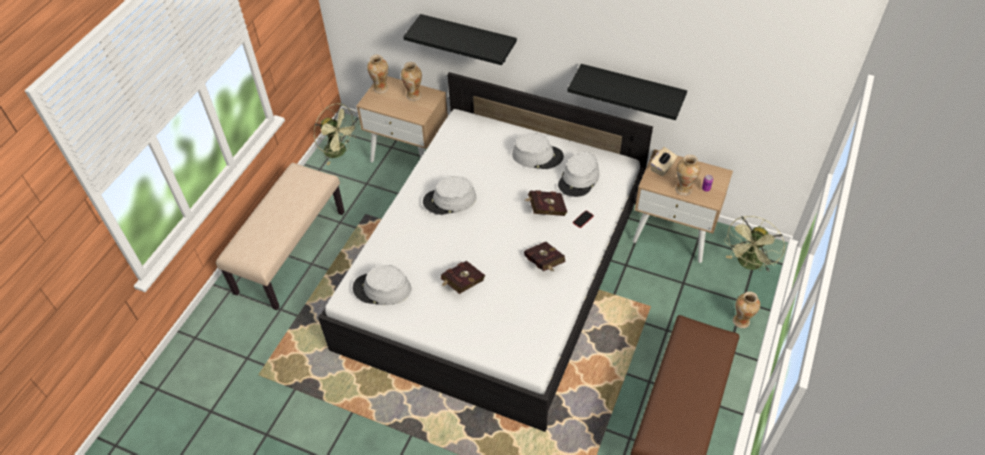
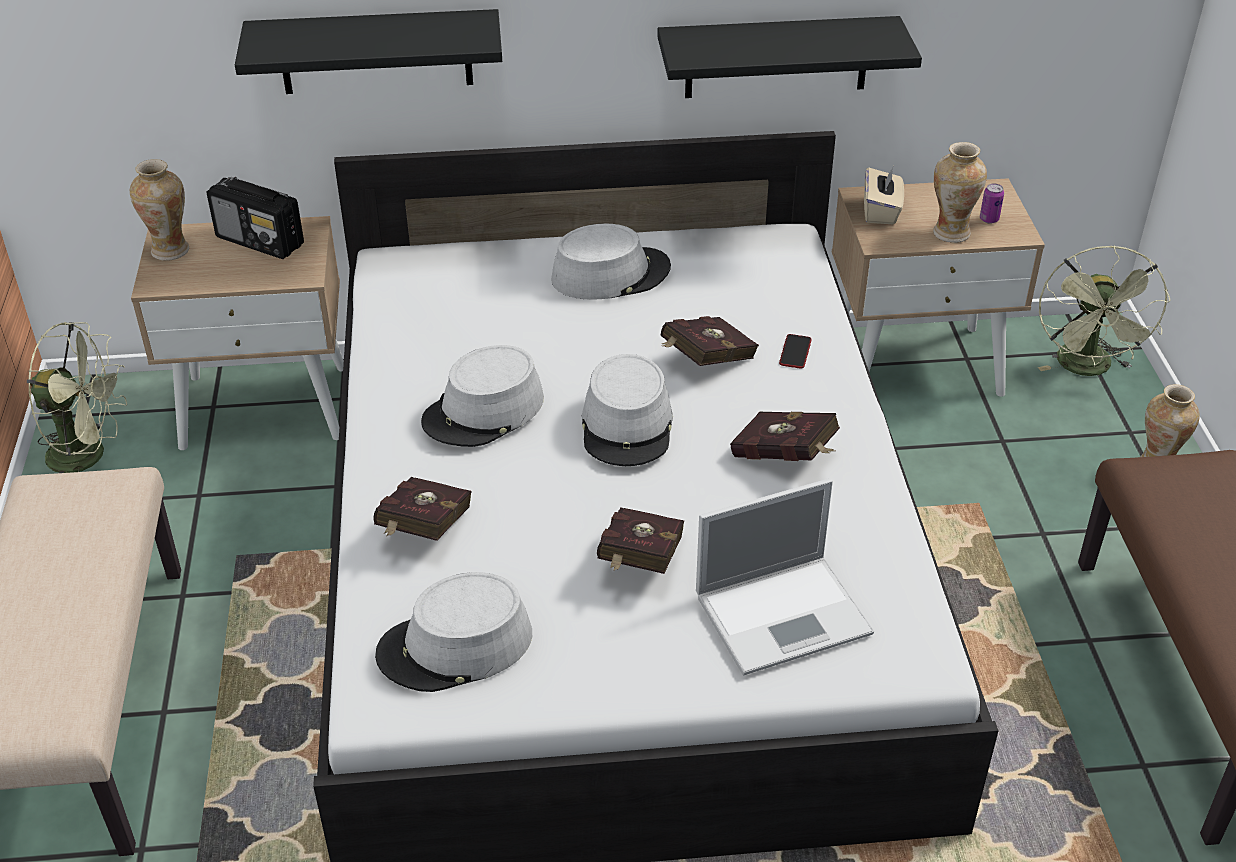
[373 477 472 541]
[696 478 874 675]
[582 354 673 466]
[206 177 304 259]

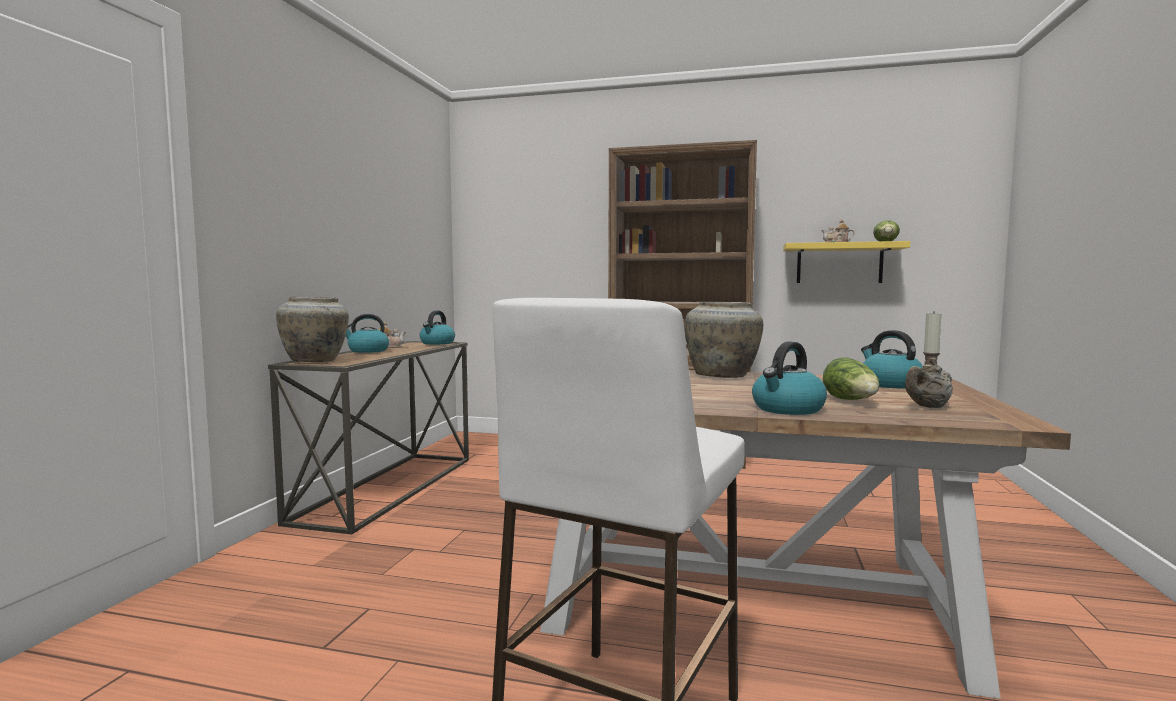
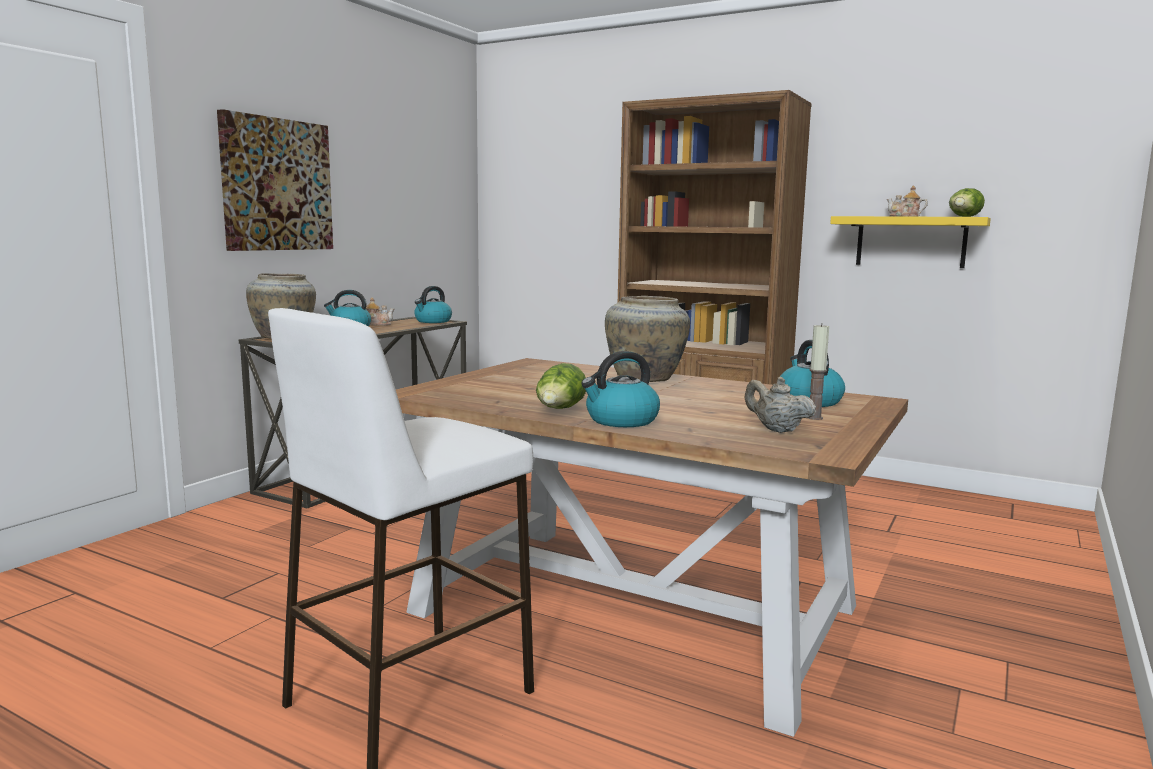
[217 109 333 251]
[536 363 586 409]
[745 377 816 433]

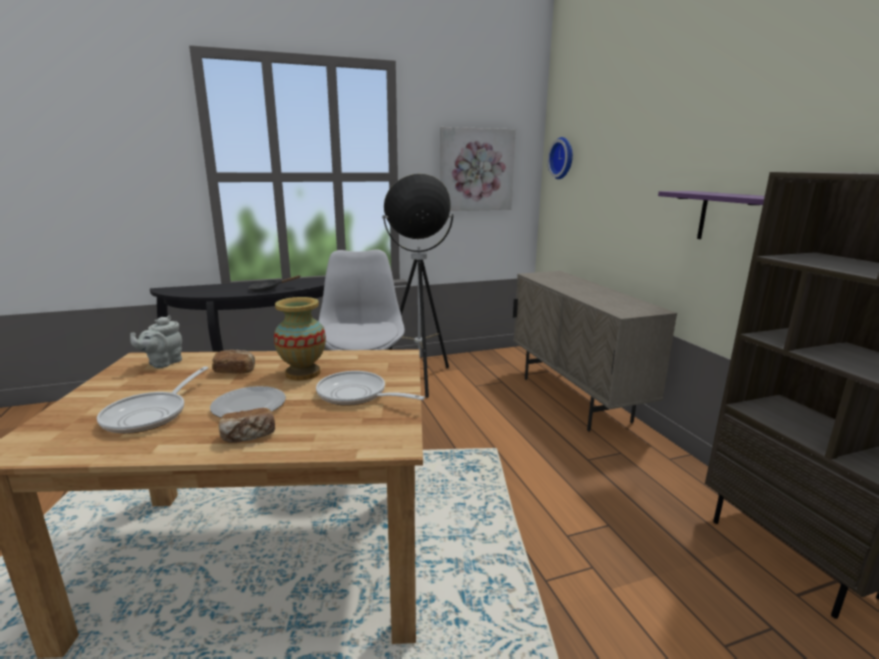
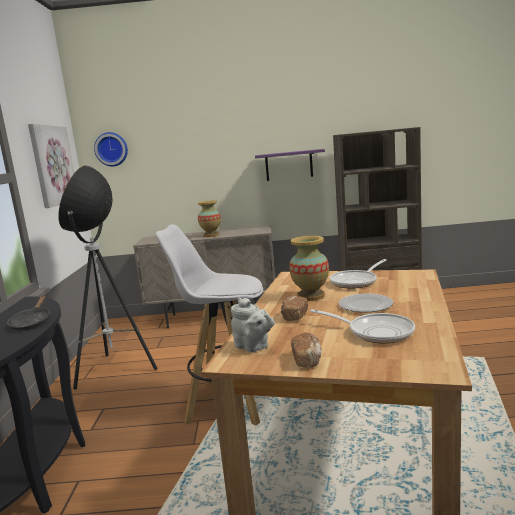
[198 200 221 237]
[291 332 322 368]

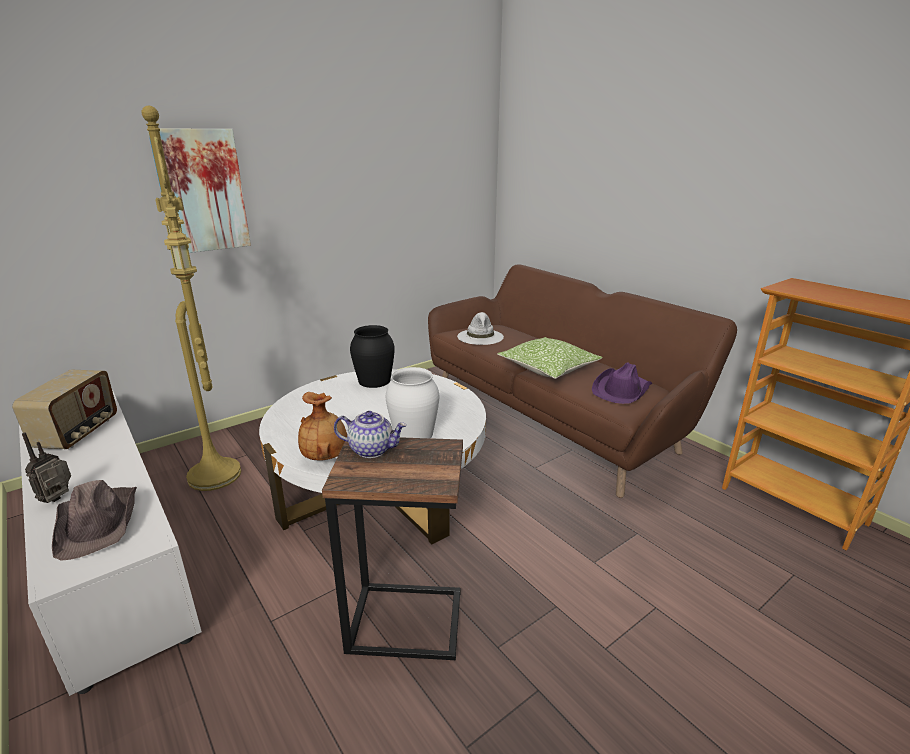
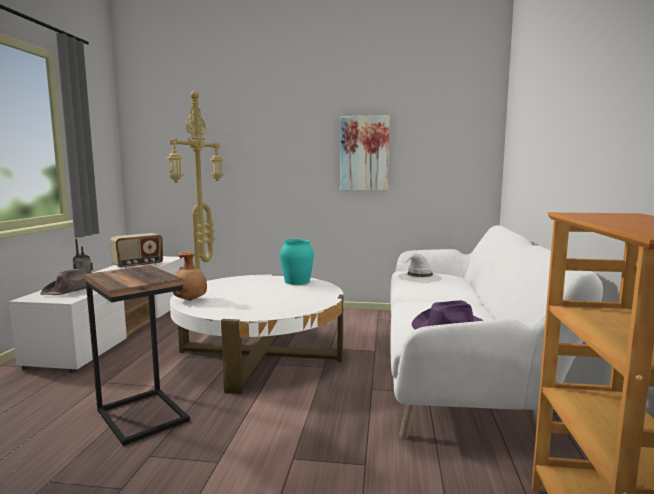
[334 411 407 458] (first image)
[386 367 439 438] (first image)
[497 337 603 379] (first image)
[340 115 389 191]
[280 239 314 285]
[391 225 603 441]

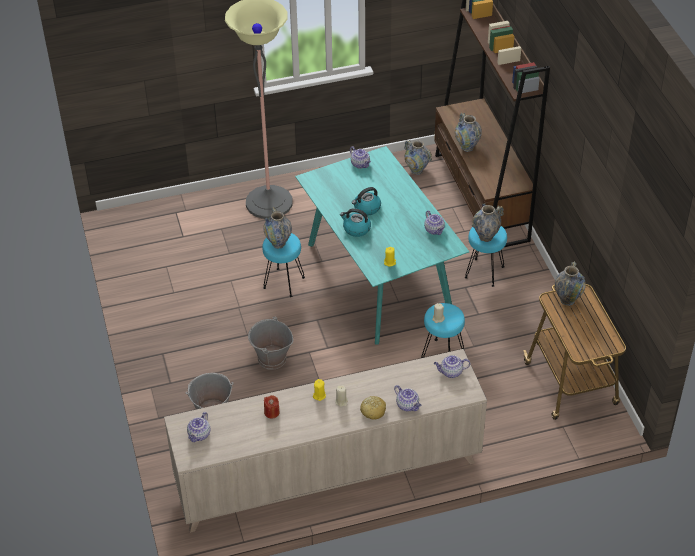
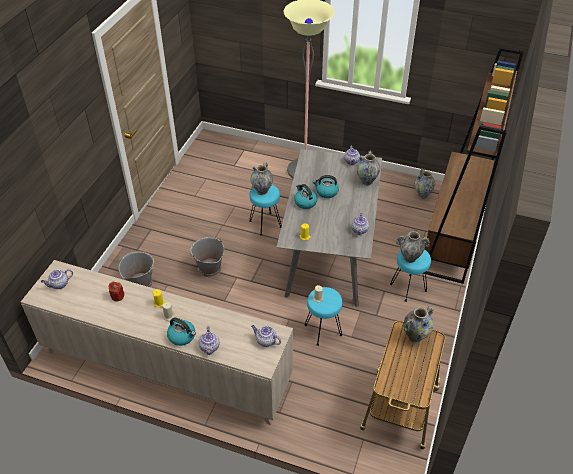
[356 150 380 186]
[167 318 196 346]
[276 149 382 307]

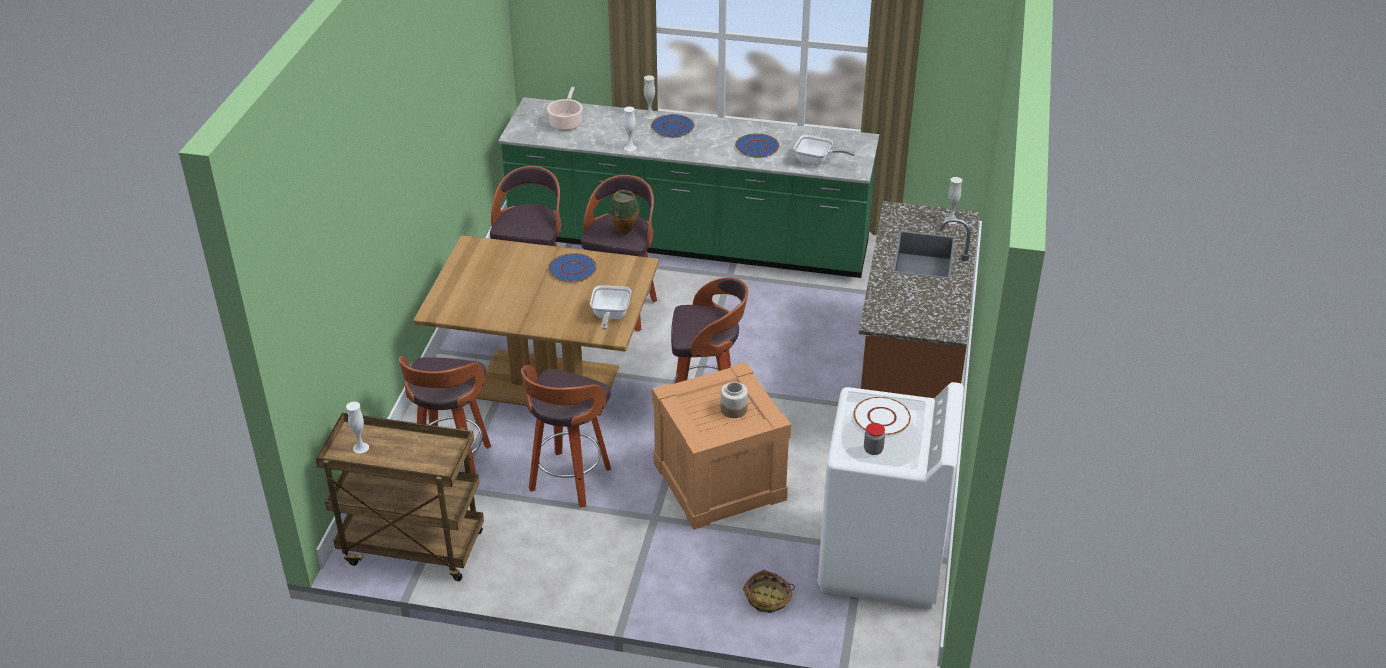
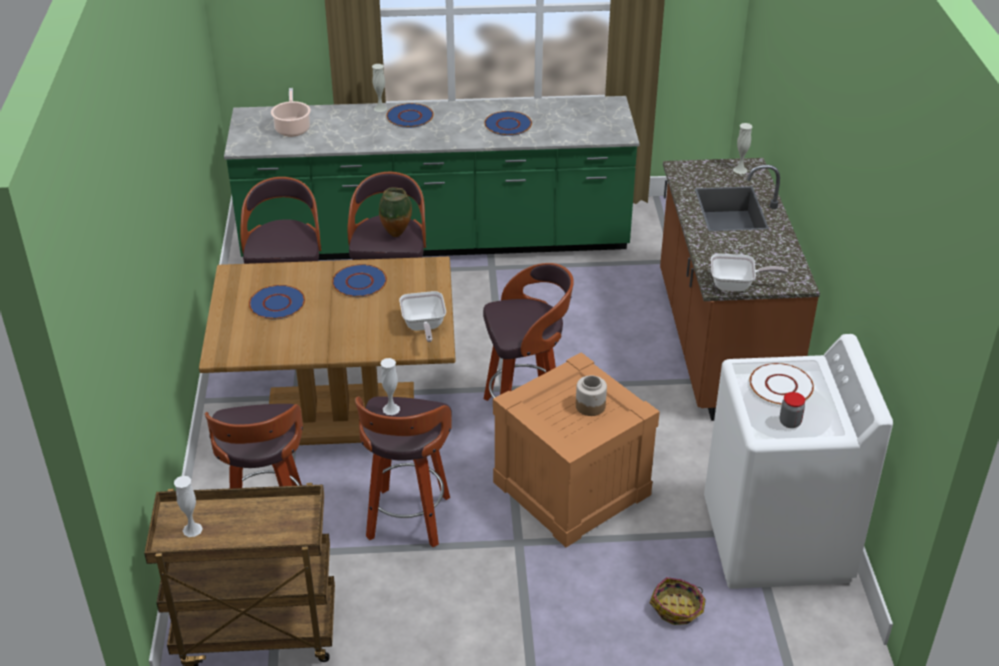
[249 285 305 319]
[380 358 400 415]
[711 254 788 291]

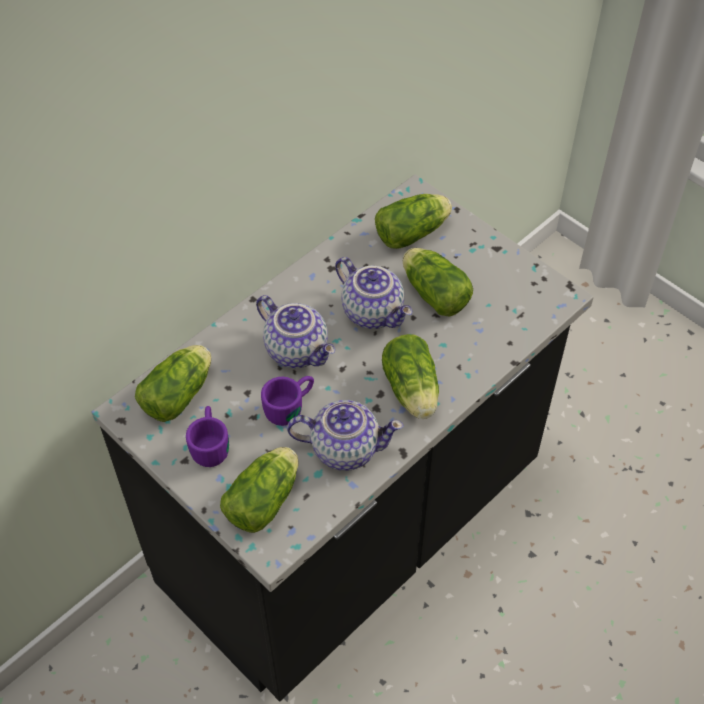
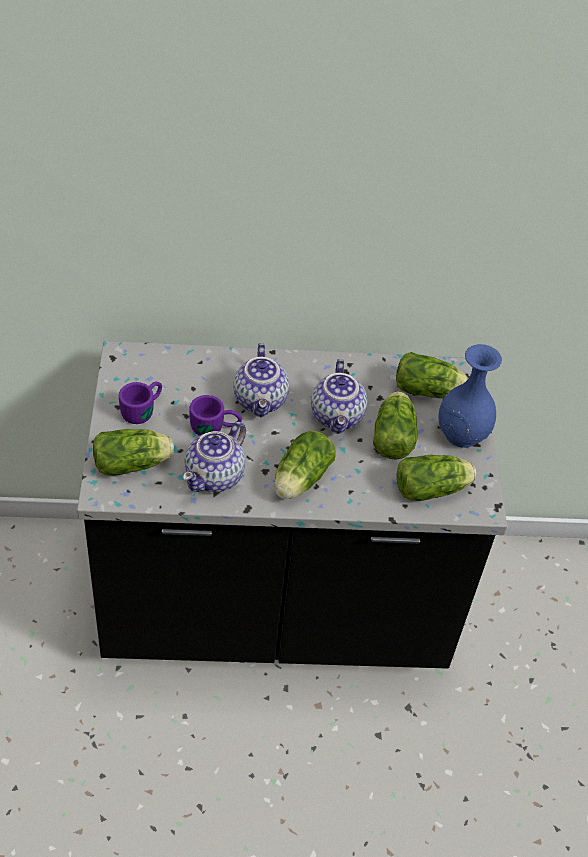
[438 344 502 448]
[397 455 476 501]
[183 422 246 492]

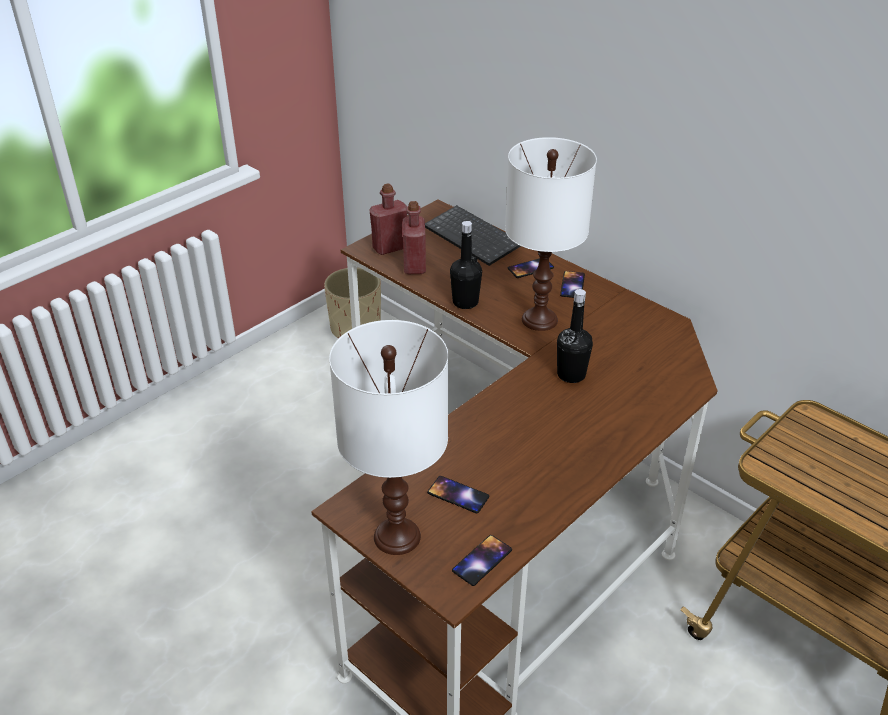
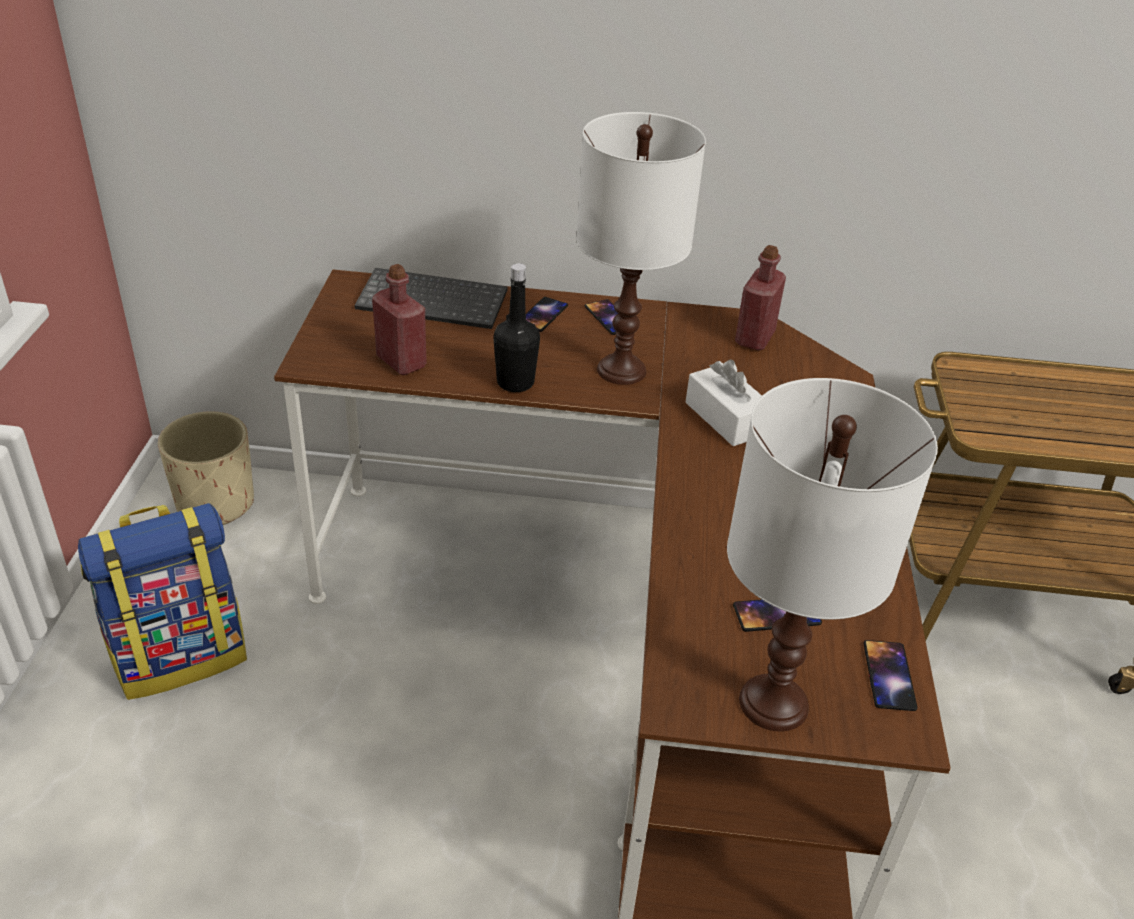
[78 503 247 700]
[735 245 786 351]
[685 359 762 446]

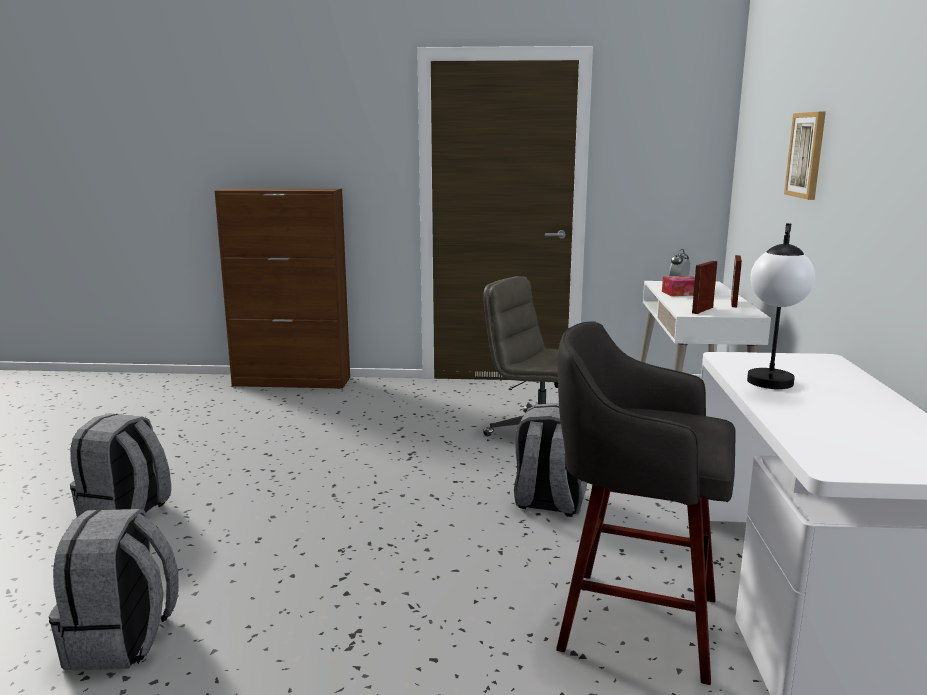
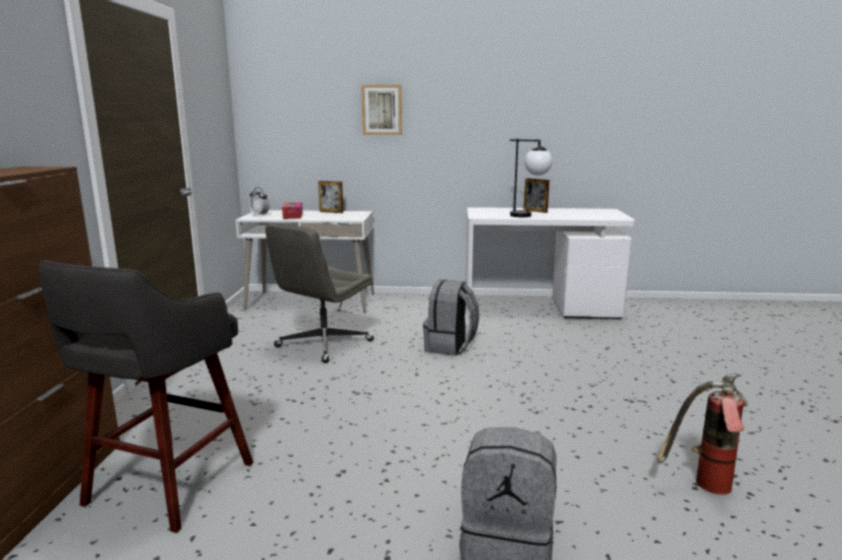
[38 260 254 533]
[524 178 550 213]
[657 373 748 495]

